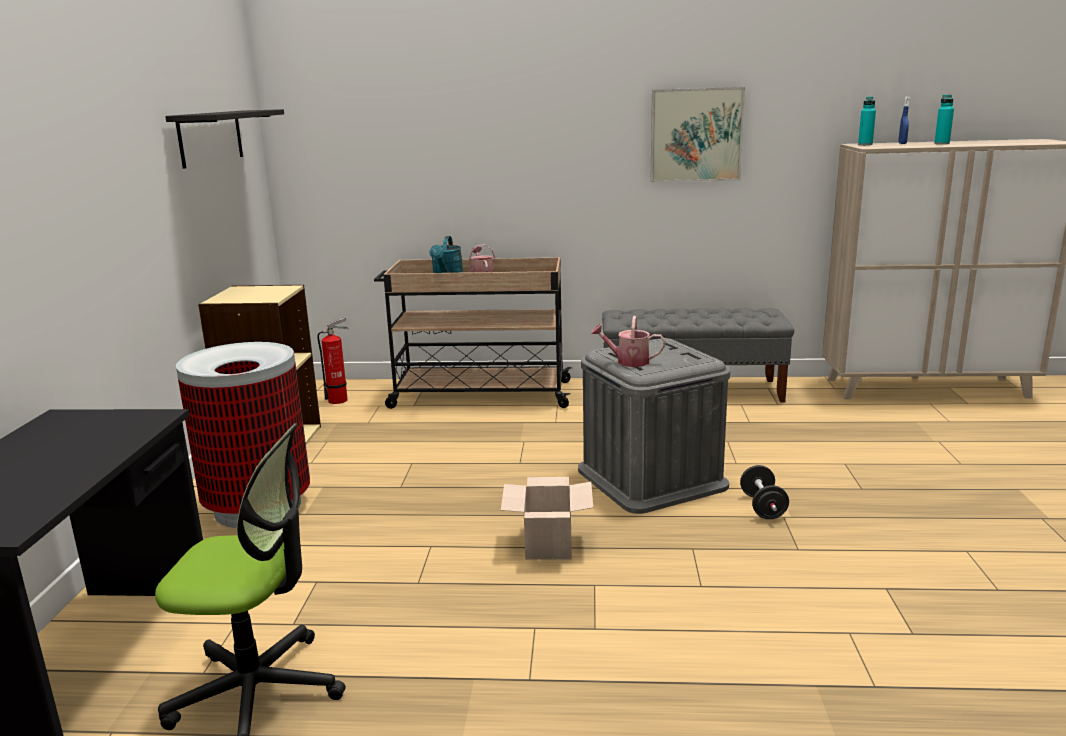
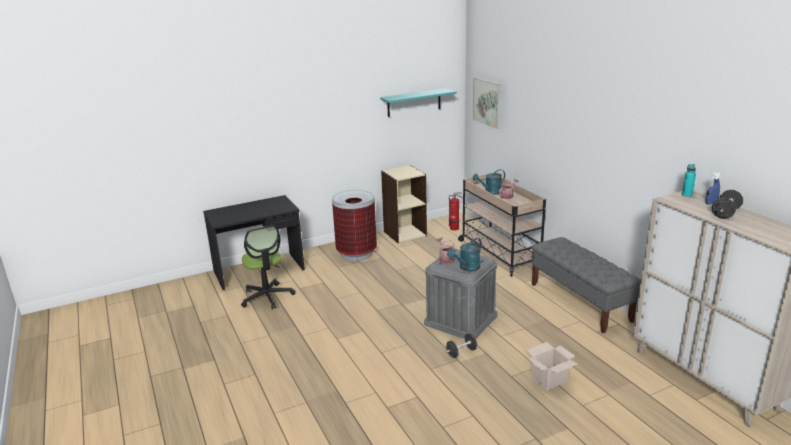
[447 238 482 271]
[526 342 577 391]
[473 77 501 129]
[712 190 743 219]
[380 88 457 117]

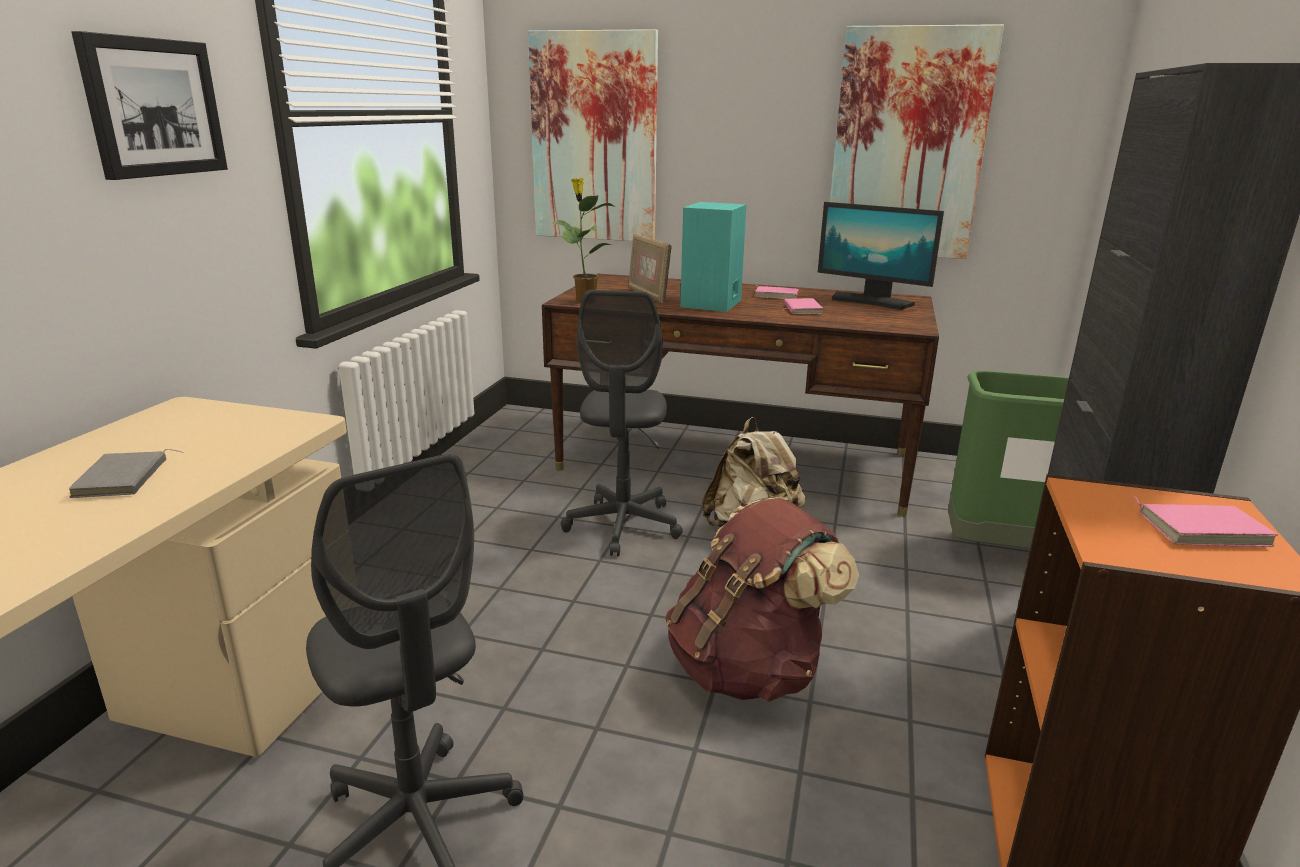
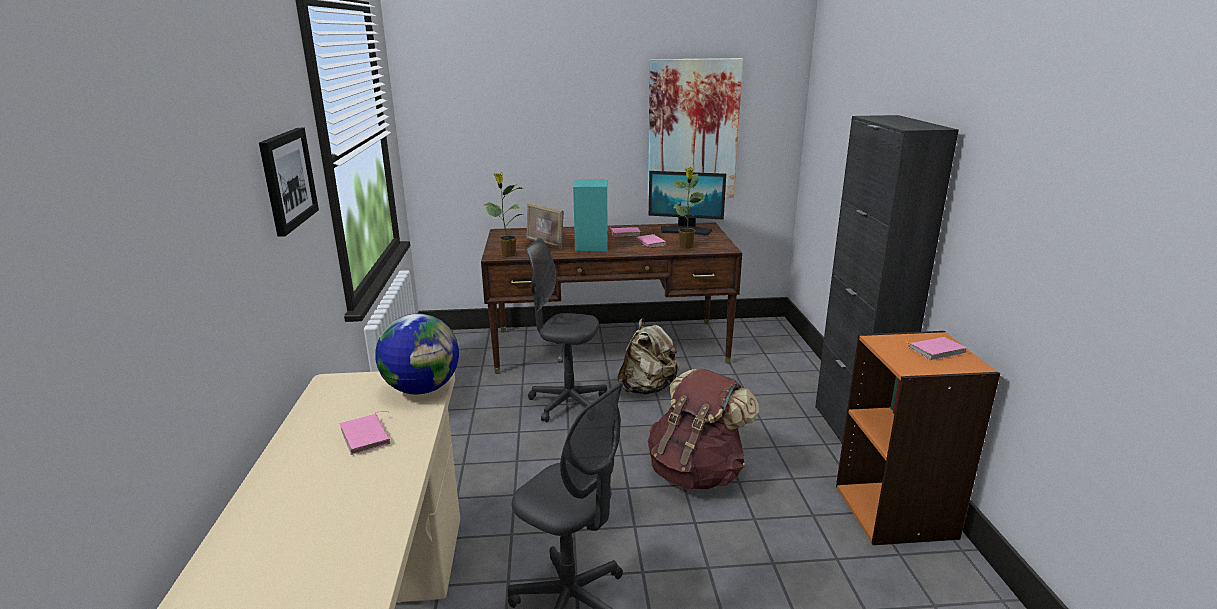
[528 29 658 241] (first image)
[948 370 1069 549] (first image)
[375 314 459 394]
[673 167 705 249]
[340 411 390 455]
[526 238 607 422]

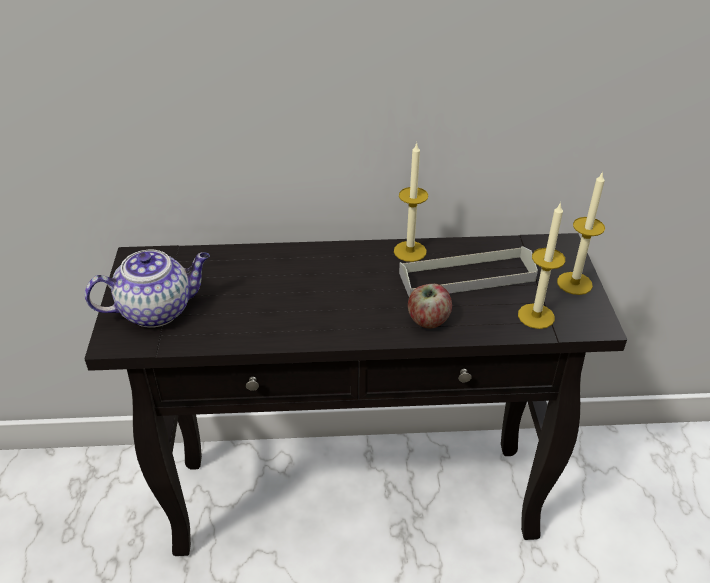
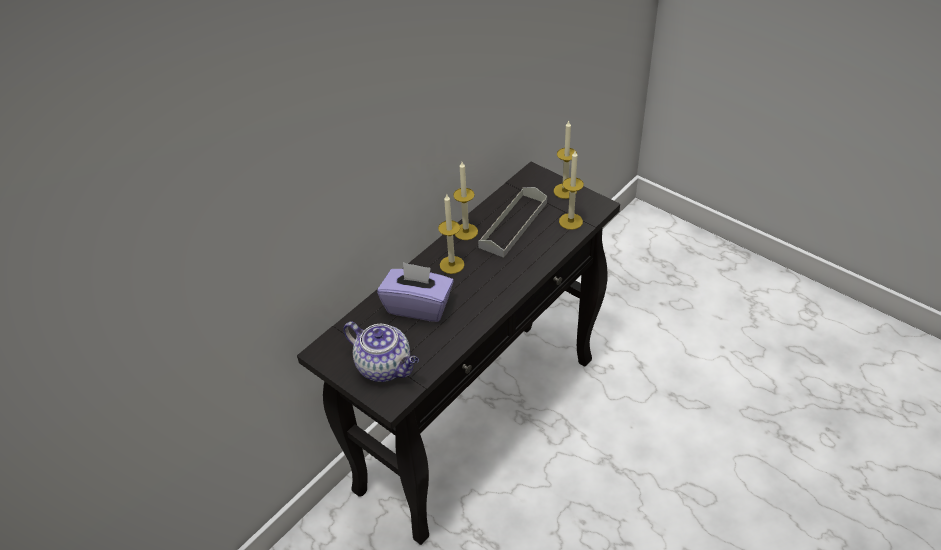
[408 284 452 329] (first image)
[377 262 454 322]
[438 195 464 274]
[343 321 419 382]

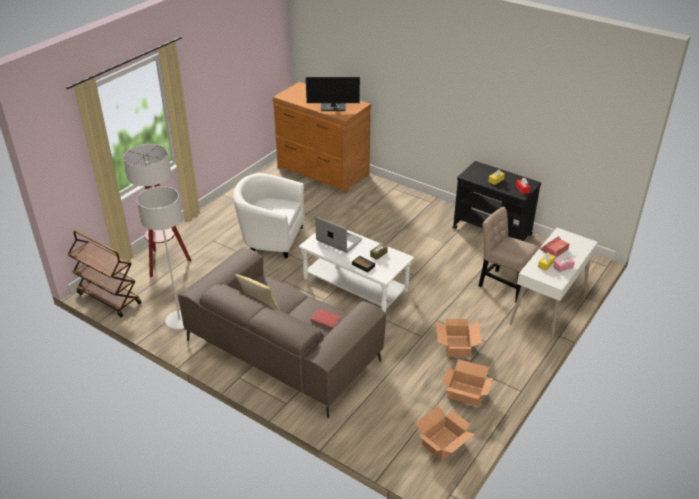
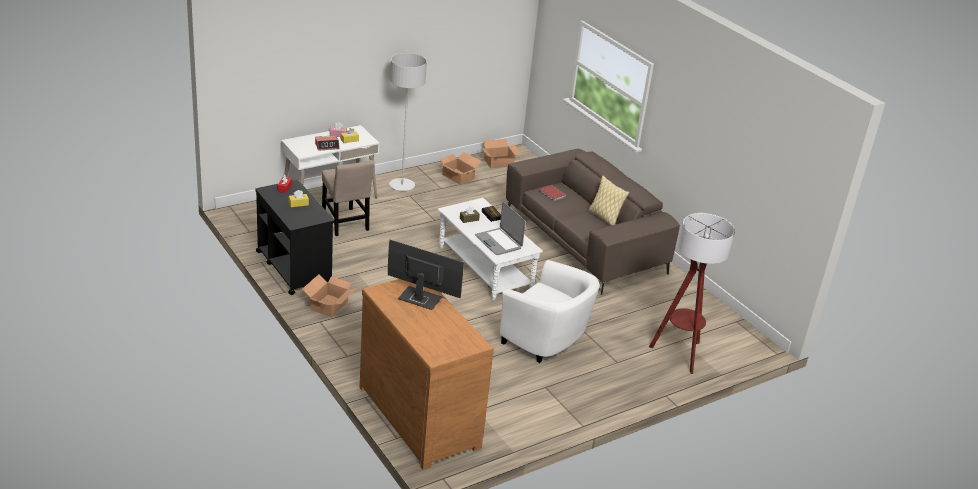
[68 231 142 318] (first image)
[389 53 427 191]
[302 274 357 317]

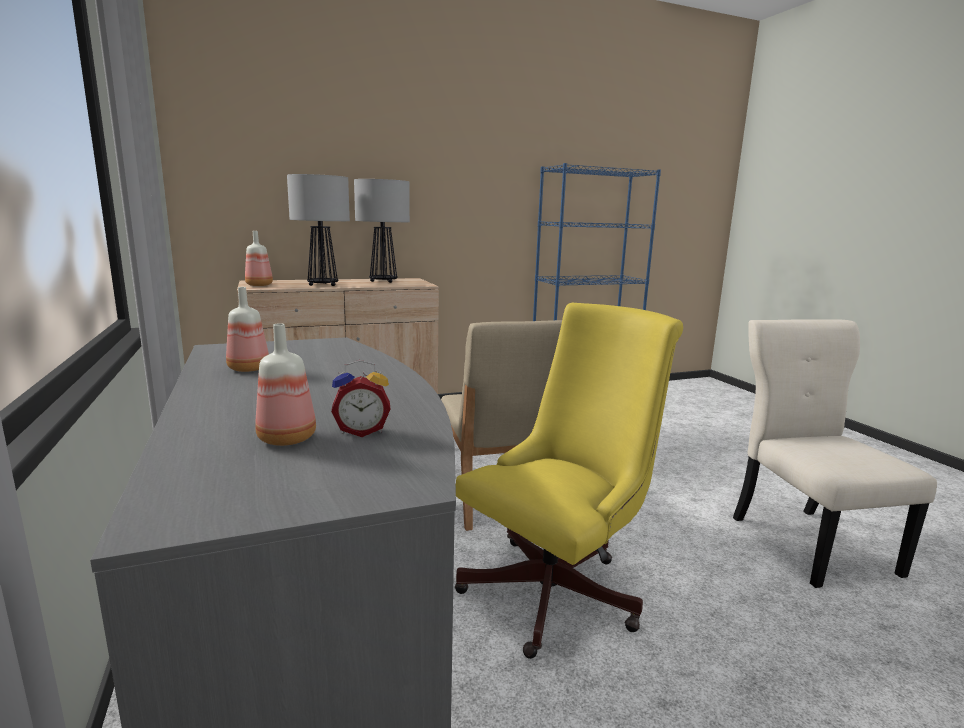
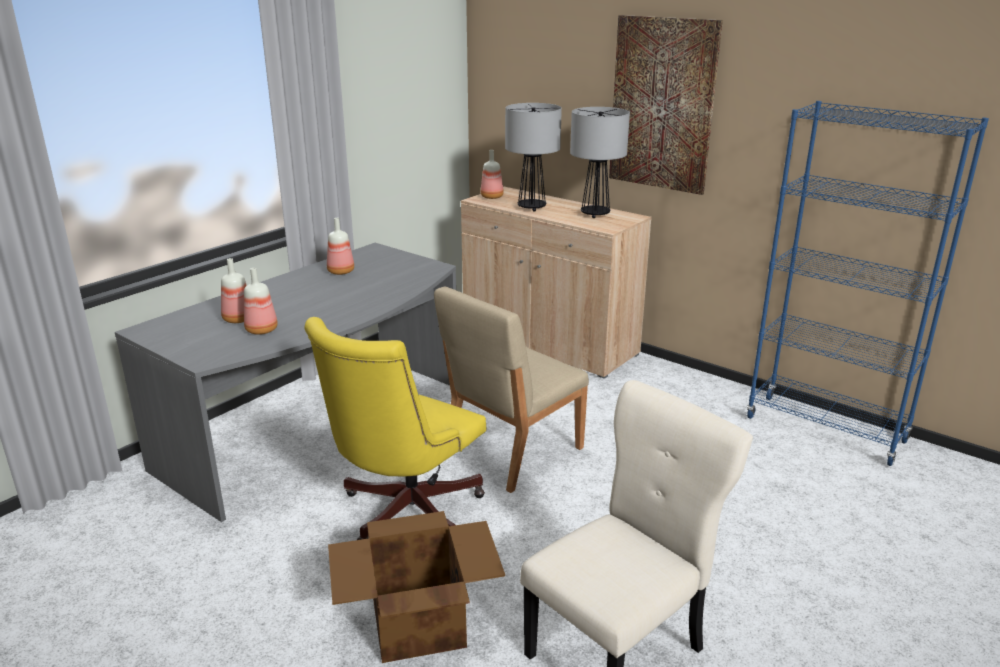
[328 511 505 663]
[609 15 723 195]
[244 268 278 335]
[304 317 486 540]

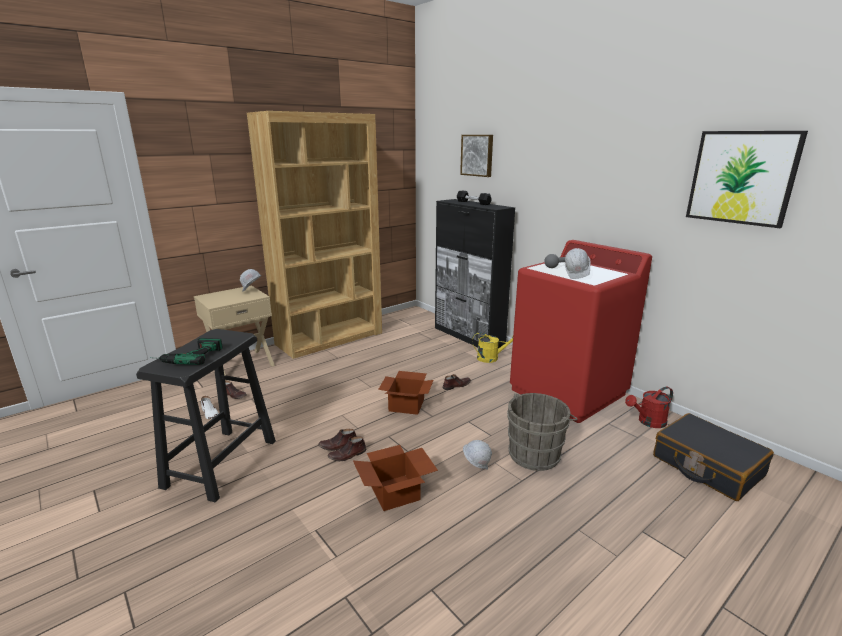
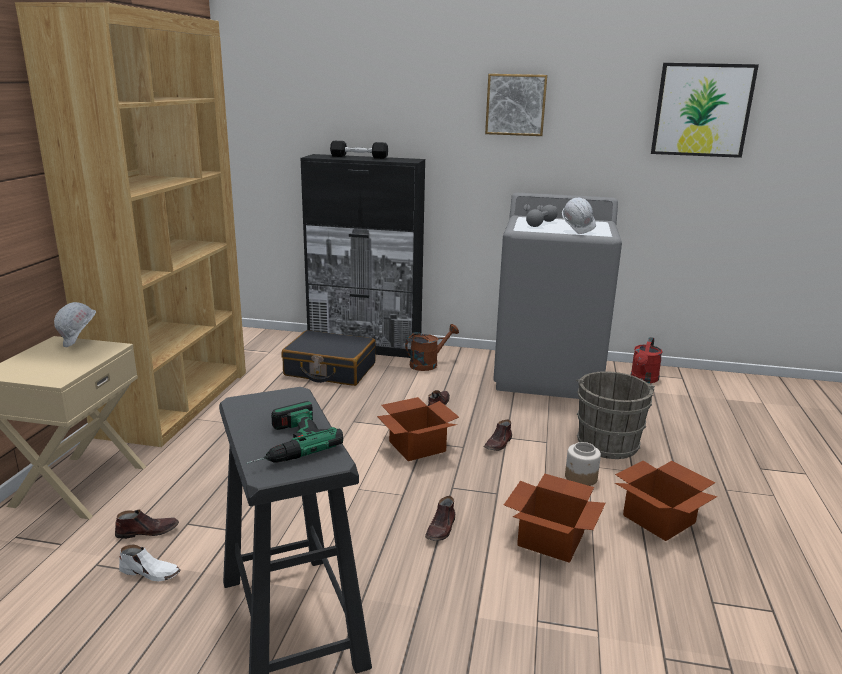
[615 461 717 541]
[484 419 512 451]
[485 74 548 136]
[281 330 376 386]
[565 442 601 486]
[405 324 459 371]
[493 193 622 399]

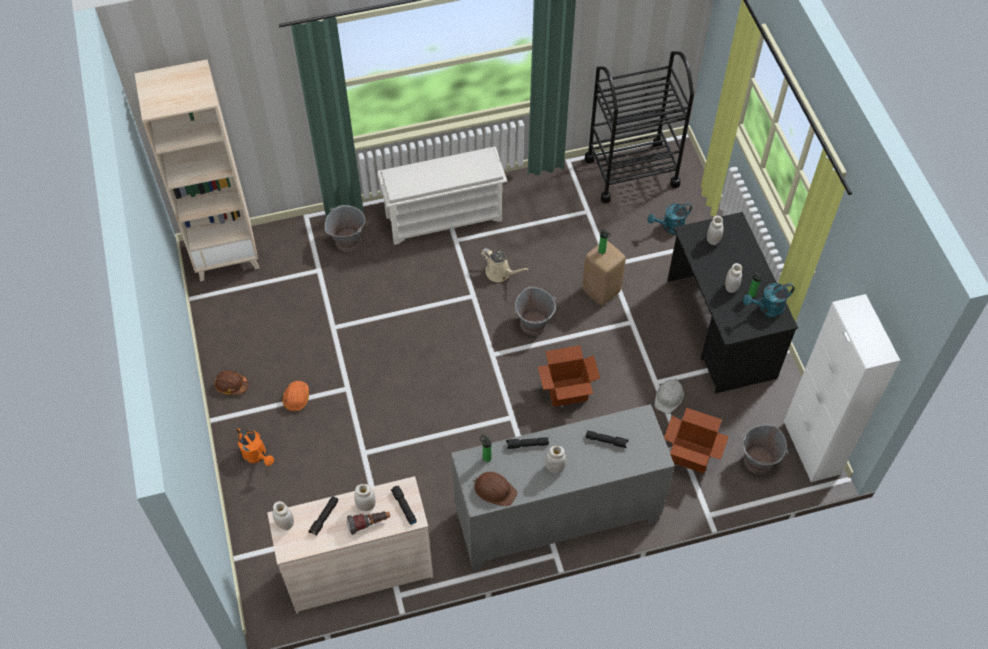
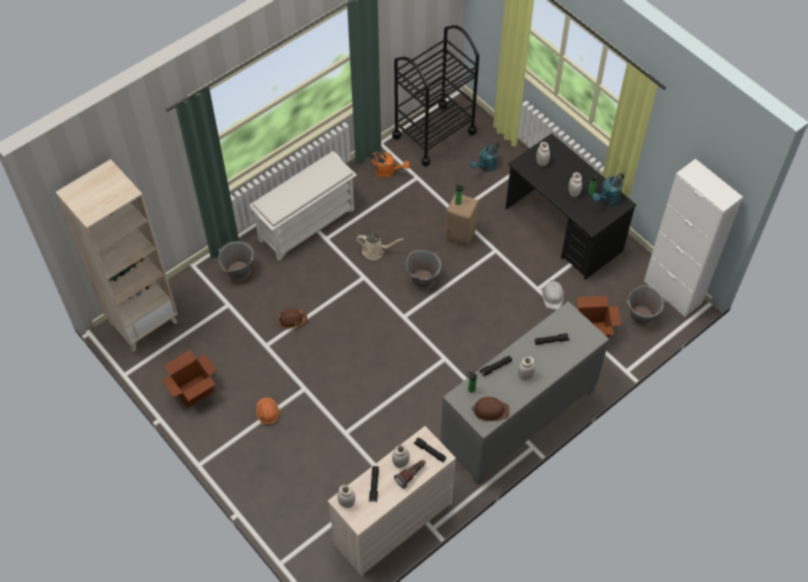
[278 308 307 328]
[371 152 410 178]
[162 349 217 408]

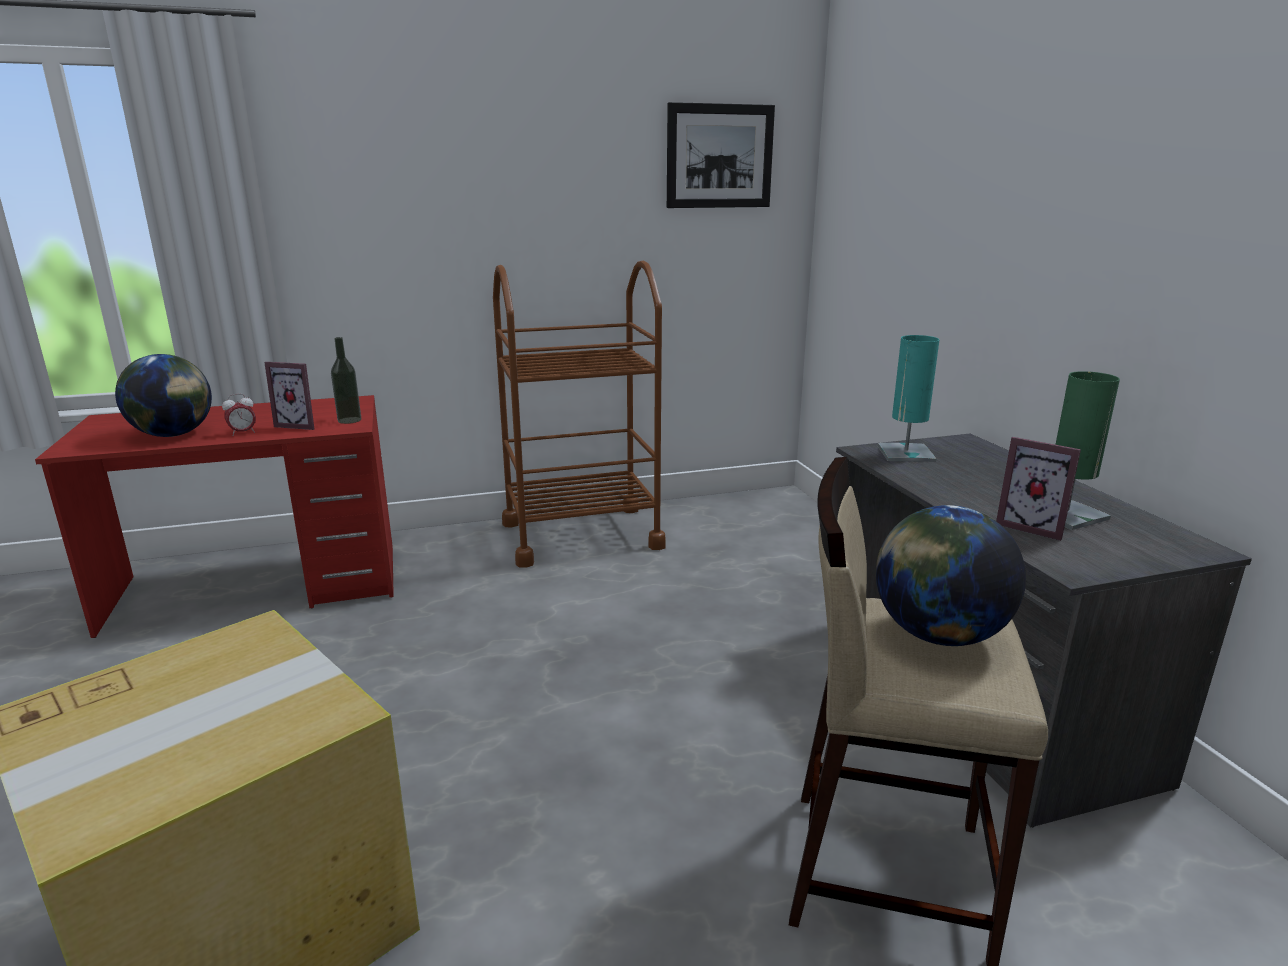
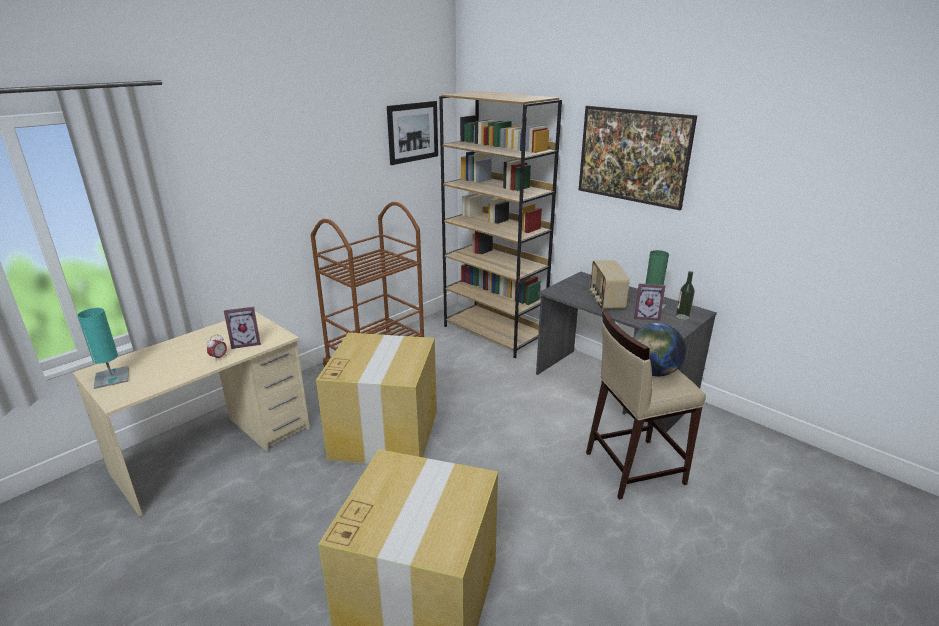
[115 354 212 437] (first image)
[316 333 437 464]
[439 91 562 358]
[579 106 697 210]
[590 260 630 309]
[676 271 695 320]
[77 308 129 389]
[72 311 310 517]

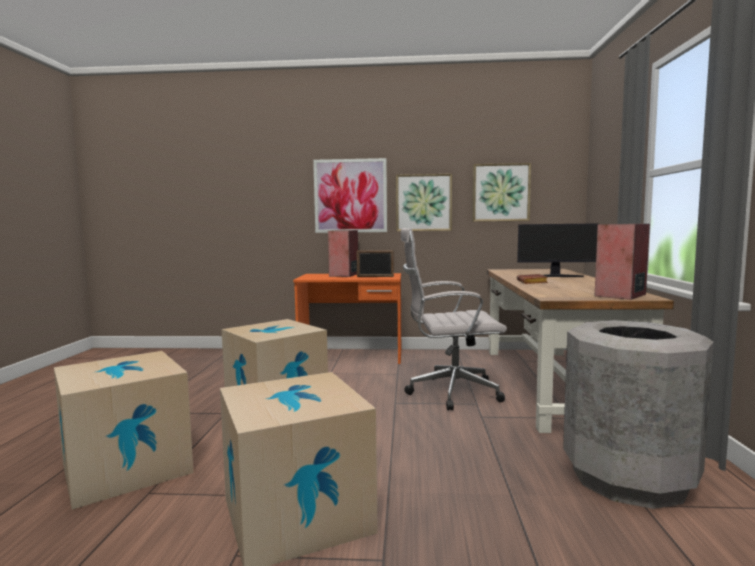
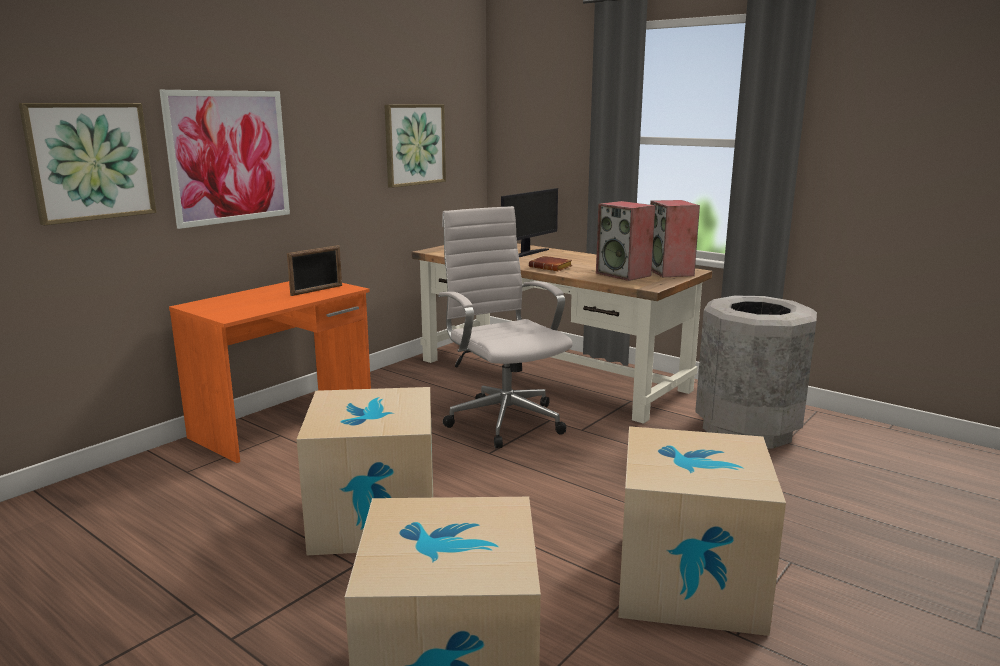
[596 201 656 281]
[19 103 156 225]
[438 206 573 448]

